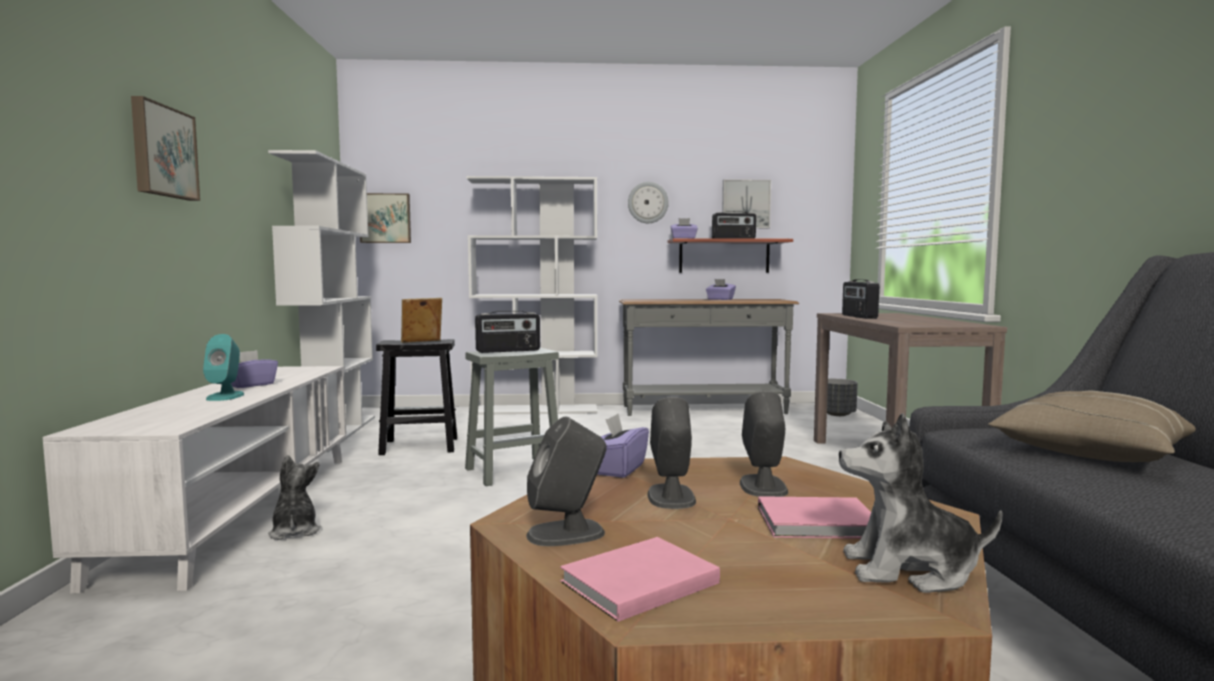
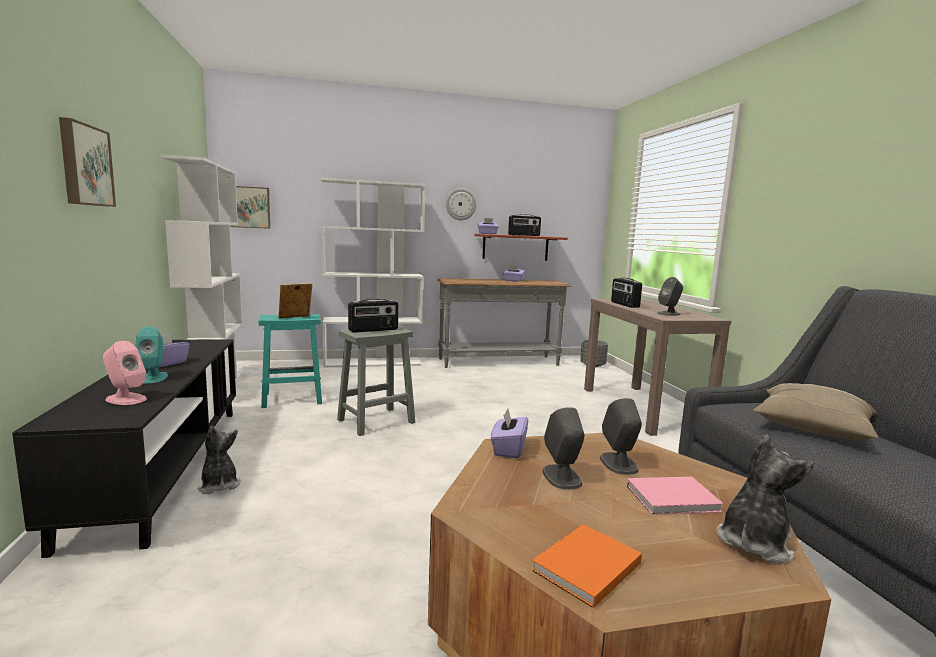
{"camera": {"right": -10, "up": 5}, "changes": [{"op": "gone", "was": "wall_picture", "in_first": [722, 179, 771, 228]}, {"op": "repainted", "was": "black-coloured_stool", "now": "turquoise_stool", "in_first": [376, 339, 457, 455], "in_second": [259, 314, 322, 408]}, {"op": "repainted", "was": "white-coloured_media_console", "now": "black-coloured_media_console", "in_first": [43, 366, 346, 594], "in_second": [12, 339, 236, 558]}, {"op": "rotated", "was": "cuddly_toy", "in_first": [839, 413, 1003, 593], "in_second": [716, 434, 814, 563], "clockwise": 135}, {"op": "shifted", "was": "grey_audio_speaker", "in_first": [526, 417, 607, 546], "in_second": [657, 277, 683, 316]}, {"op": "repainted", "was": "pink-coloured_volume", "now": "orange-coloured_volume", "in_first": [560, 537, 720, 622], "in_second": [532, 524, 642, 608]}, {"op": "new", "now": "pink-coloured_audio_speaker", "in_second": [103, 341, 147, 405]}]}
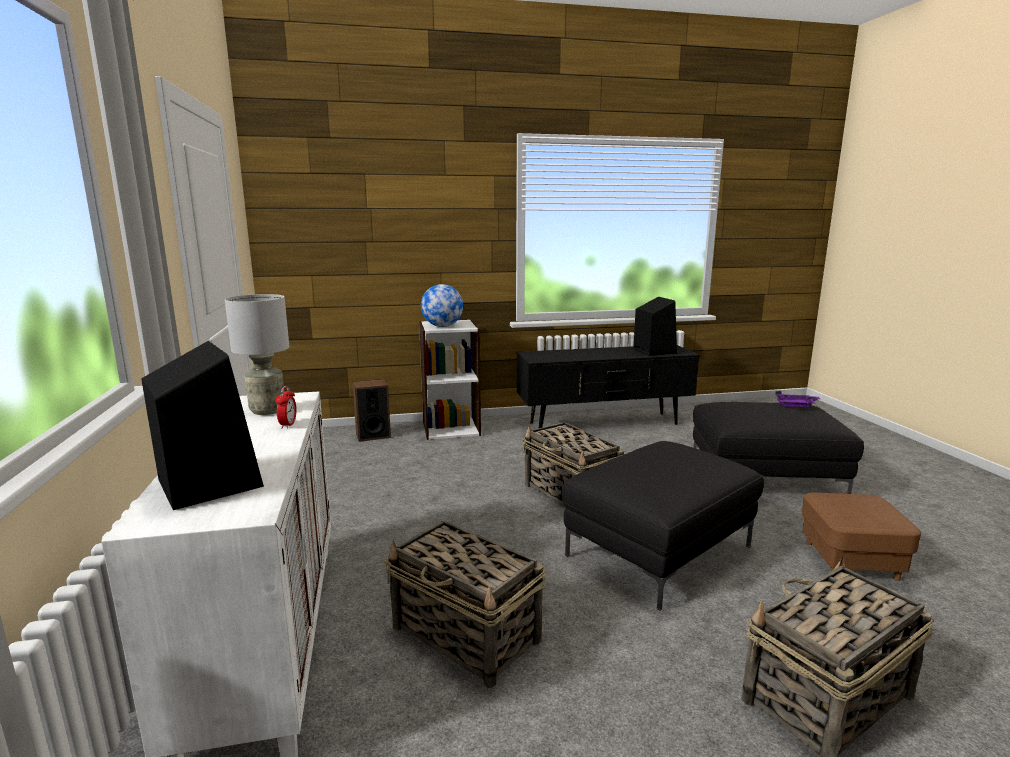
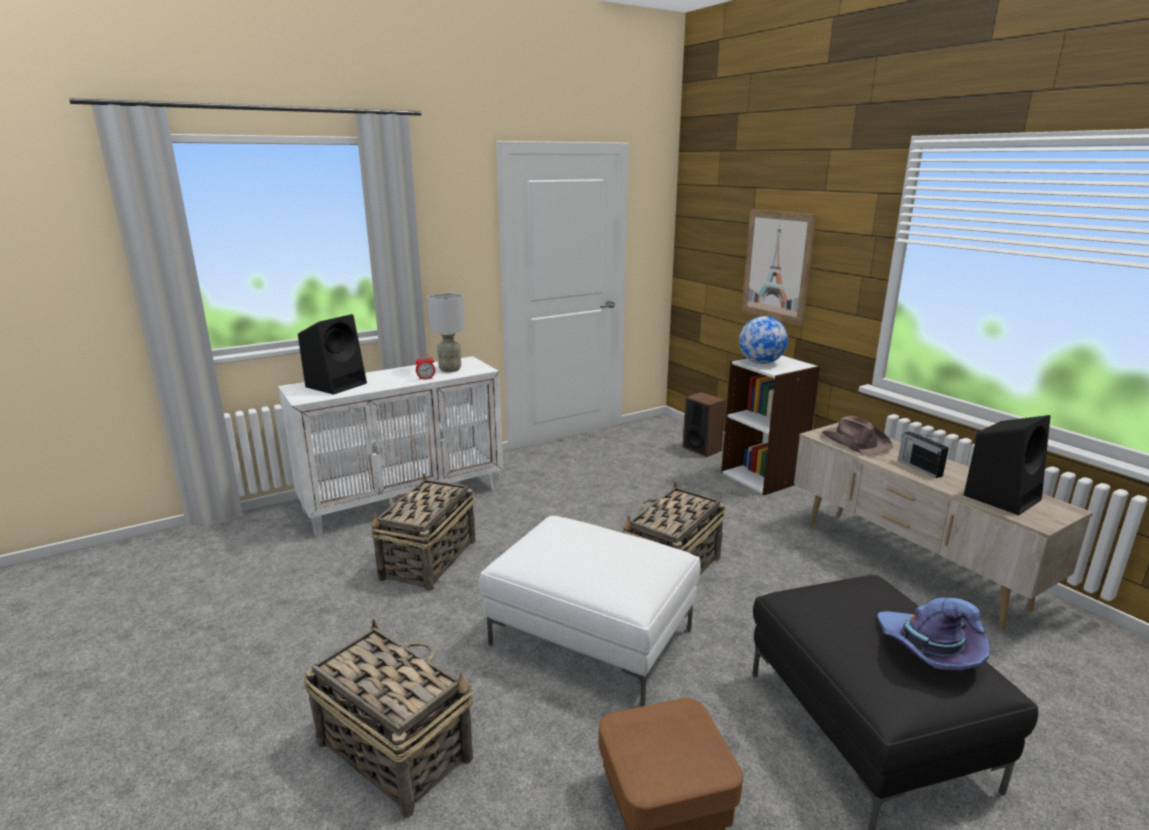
{"camera": {"right": 70, "up": 5}, "changes": [{"op": "repainted", "was": "black-coloured_media_console", "now": "beige-coloured_media_console", "in_first": [516, 345, 700, 428], "in_second": [794, 422, 1093, 629]}, {"op": "swapped", "was": "purplish_serving_tray", "now": "purplish_wearable_hat", "in_first": [775, 391, 821, 408], "in_second": [877, 598, 990, 670]}, {"op": "repainted", "was": "black-coloured_pouffe", "now": "white-coloured_pouffe", "in_first": [561, 441, 764, 611], "in_second": [479, 516, 701, 706]}, {"op": "new", "now": "wall_picture", "in_second": [742, 210, 816, 326]}, {"op": "new", "now": "brownish_wearable_hat", "in_second": [822, 416, 893, 456]}, {"op": "new", "now": "radio_receiver", "in_second": [898, 431, 949, 478]}]}
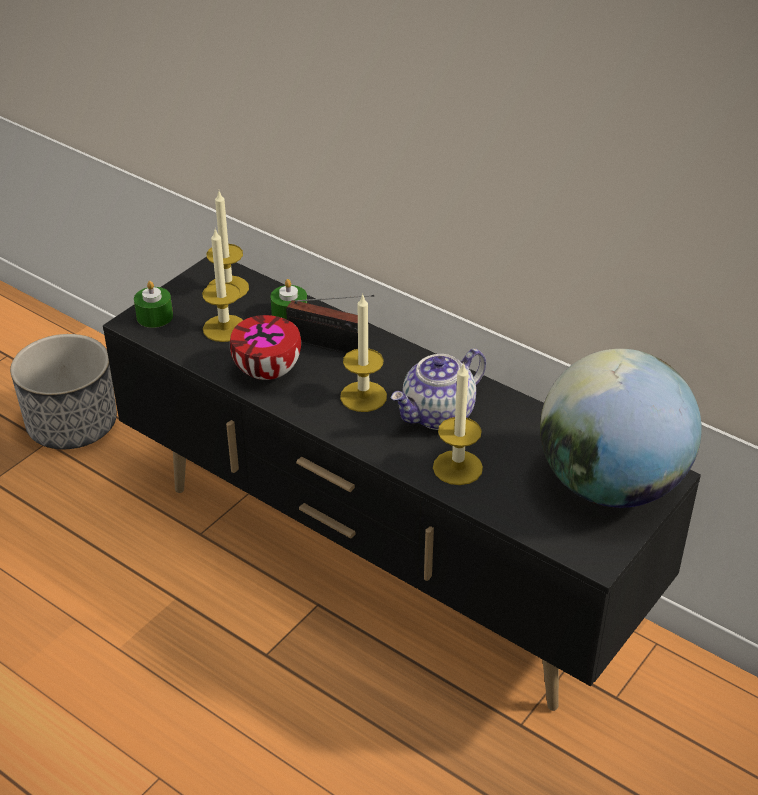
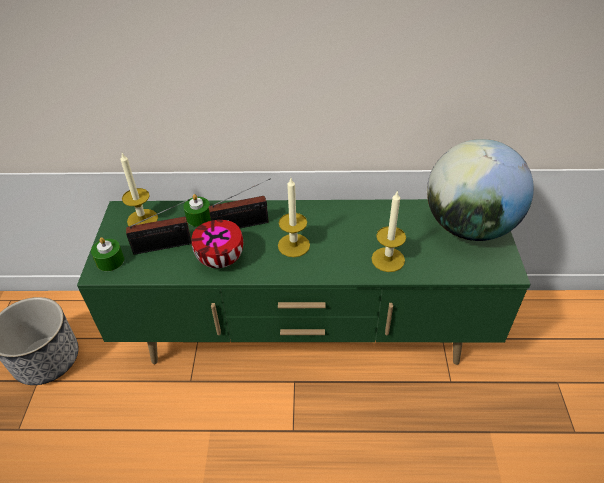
{"camera": {"right": -35, "up": 5}, "changes": [{"op": "swapped", "was": "wax_candle", "now": "radio_receiver", "in_first": [202, 228, 243, 342], "in_second": [126, 199, 191, 255]}, {"op": "repainted", "was": "black-coloured_media_console", "now": "greenish_media_console", "in_first": [103, 257, 701, 711], "in_second": [77, 199, 531, 365]}, {"op": "gone", "was": "teapot", "in_first": [391, 349, 486, 430]}]}
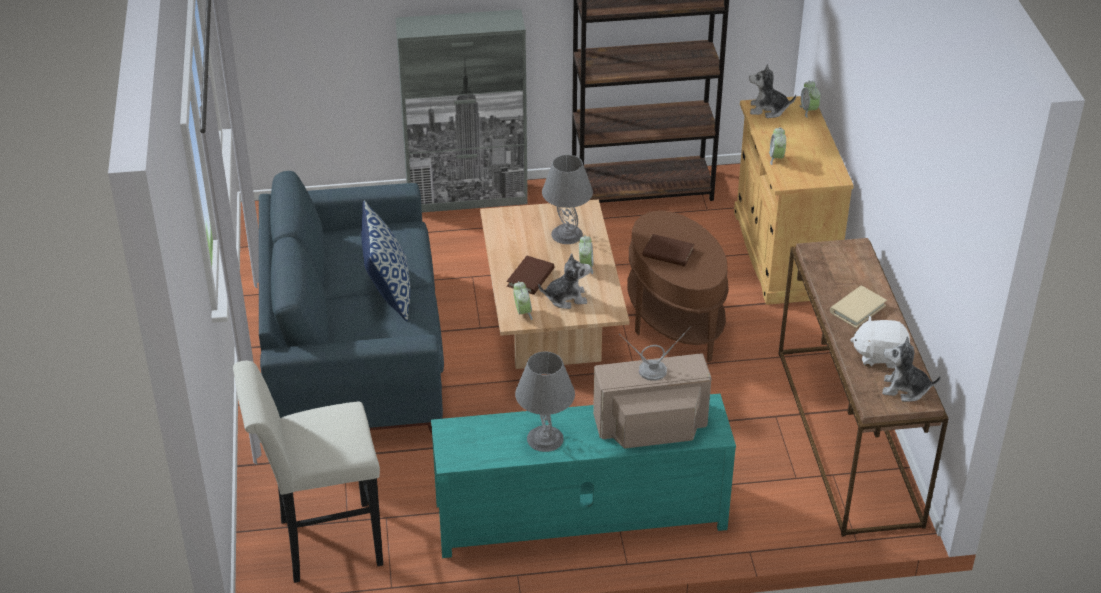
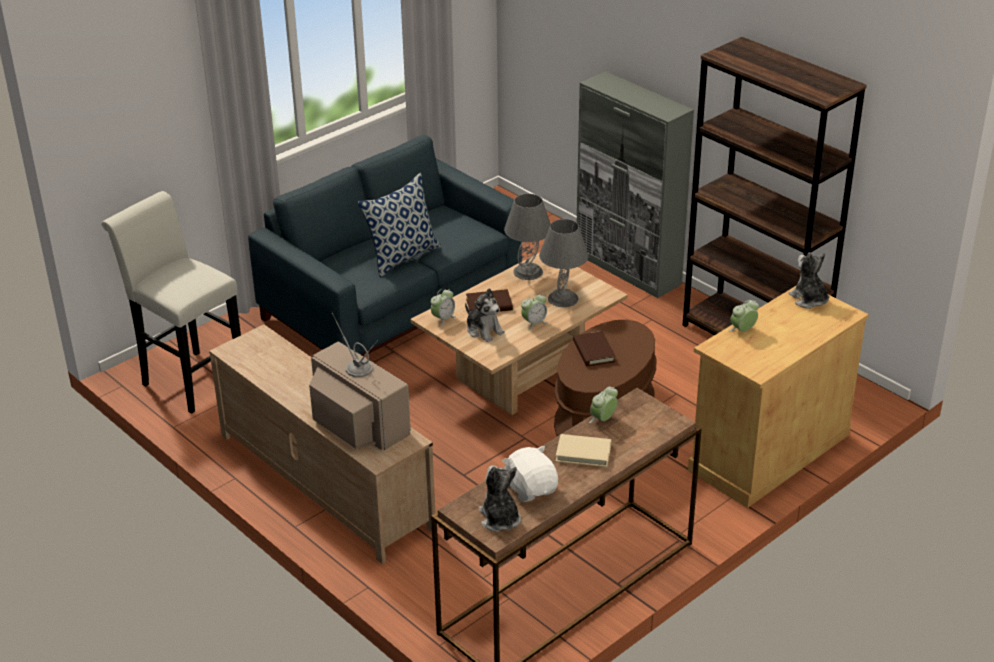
{"camera": {"right": 55, "up": -5}, "changes": [{"op": "shifted", "was": "table_clock", "in_first": [799, 80, 821, 118], "in_second": [589, 387, 618, 423]}, {"op": "shifted", "was": "grey_tabletop_lamp", "in_first": [515, 352, 575, 452], "in_second": [504, 194, 551, 280]}, {"op": "repainted", "was": "turquoise_media_console", "now": "beige-coloured_media_console", "in_first": [431, 394, 736, 558], "in_second": [209, 324, 435, 564]}]}
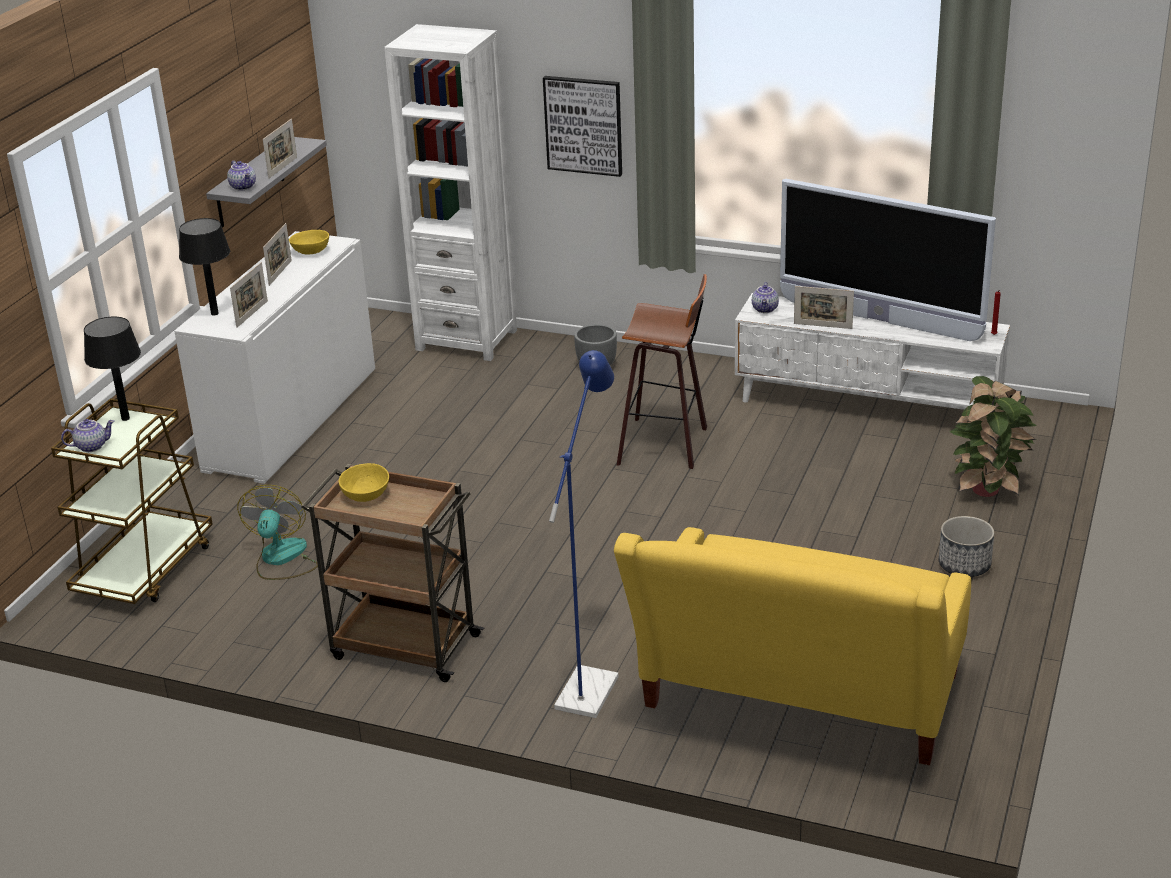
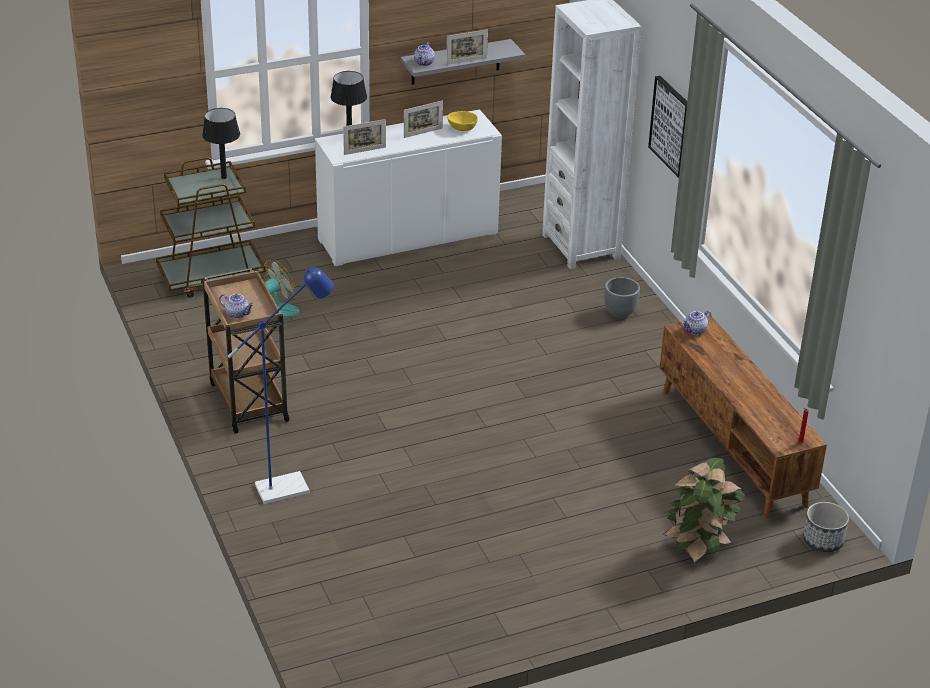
{"camera": {"right": 45, "up": 5}, "changes": [{"op": "gone", "was": "television", "in_first": [780, 179, 996, 341]}, {"op": "gone", "was": "stool", "in_first": [617, 274, 707, 469]}, {"op": "gone", "was": "picture_frame", "in_first": [794, 286, 854, 329]}, {"op": "repainted", "was": "white-coloured_media_console", "now": "brownish_media_console", "in_first": [735, 293, 1010, 410], "in_second": [660, 315, 827, 519]}, {"op": "shifted", "was": "teapot", "in_first": [61, 419, 115, 452], "in_second": [219, 294, 254, 318]}, {"op": "gone", "was": "yellow-coloured_serving_bowl", "in_first": [339, 463, 389, 502]}, {"op": "shifted", "was": "plant_pot", "in_first": [939, 516, 994, 577], "in_second": [803, 502, 849, 552]}, {"op": "gone", "was": "yellow-coloured_couch", "in_first": [614, 527, 971, 765]}]}
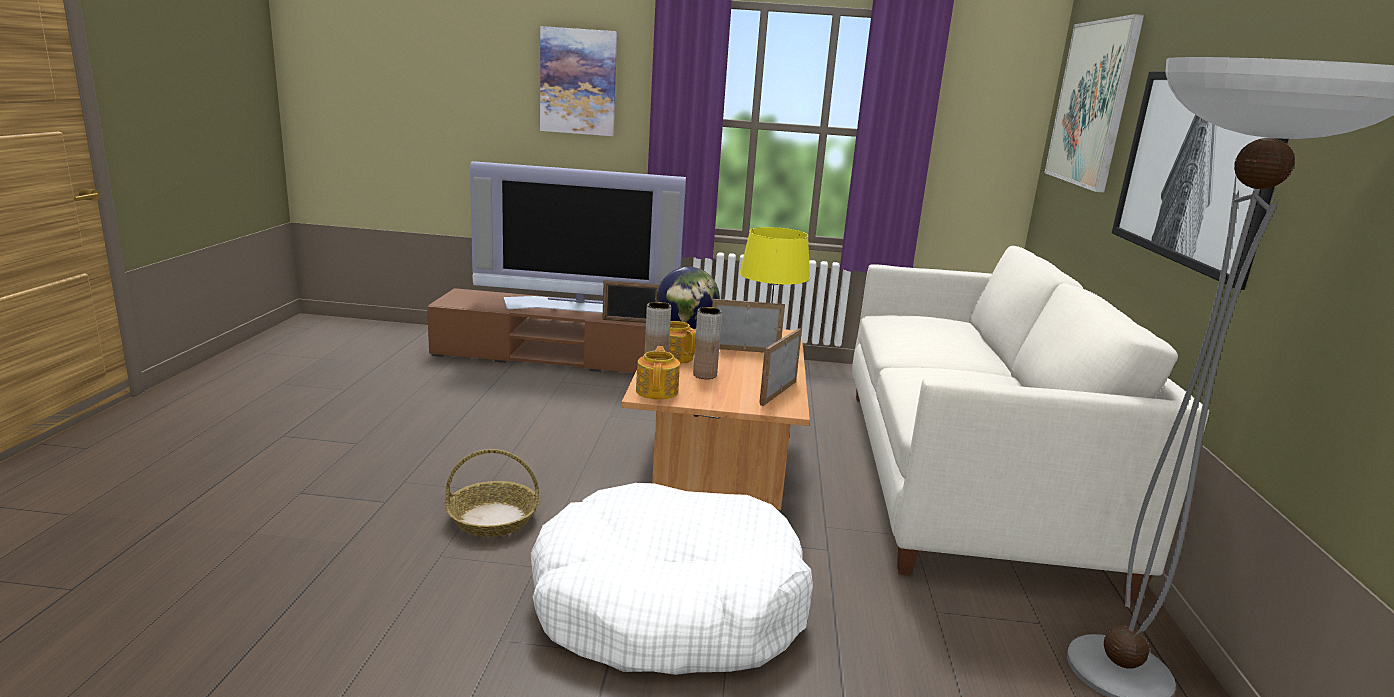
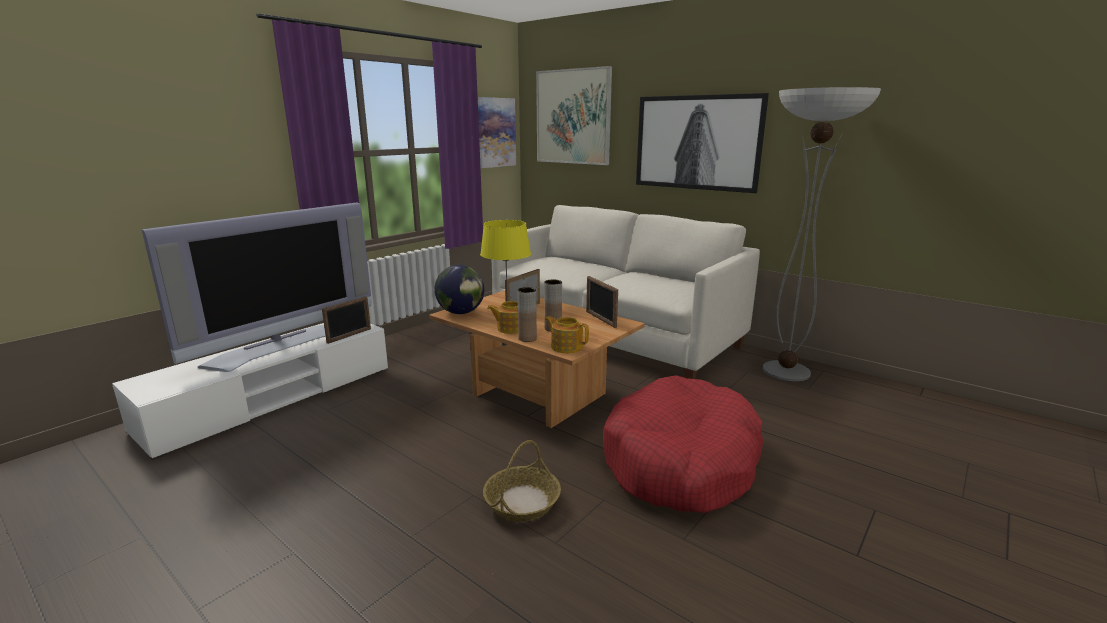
{"camera": {"right": -55, "up": 0}, "changes": [{"op": "shifted", "was": "wall_picture", "in_first": [540, 26, 617, 136], "in_second": [478, 97, 516, 168]}, {"op": "repainted", "was": "brownish_media_console", "now": "white-coloured_media_console", "in_first": [427, 288, 646, 373], "in_second": [112, 323, 388, 460]}, {"op": "repainted", "was": "white-coloured_dog_bed", "now": "reddish_dog_bed", "in_first": [531, 483, 813, 675], "in_second": [603, 375, 763, 513]}]}
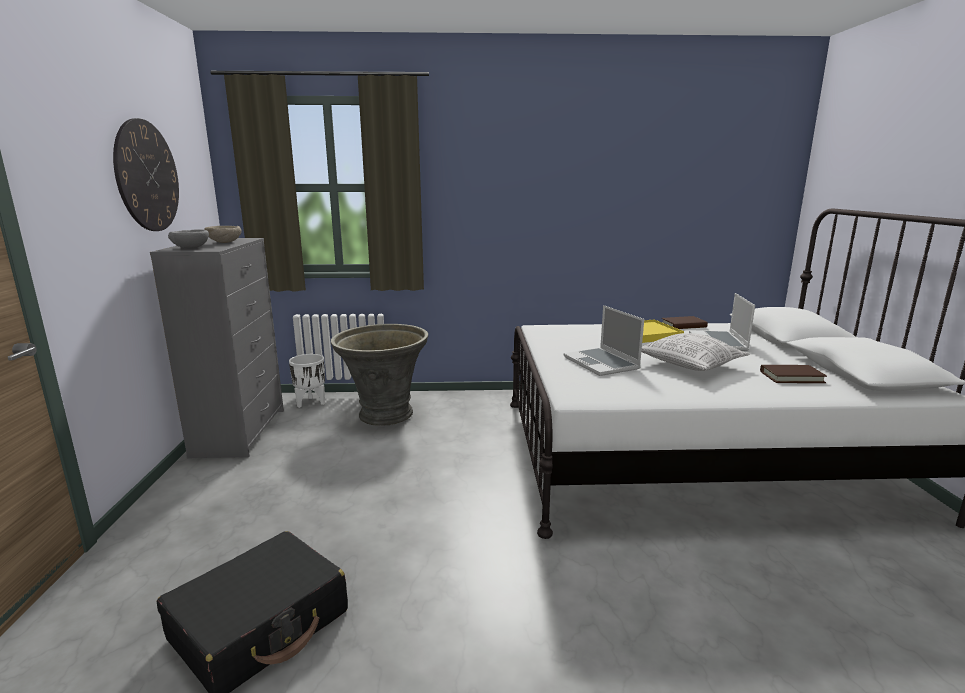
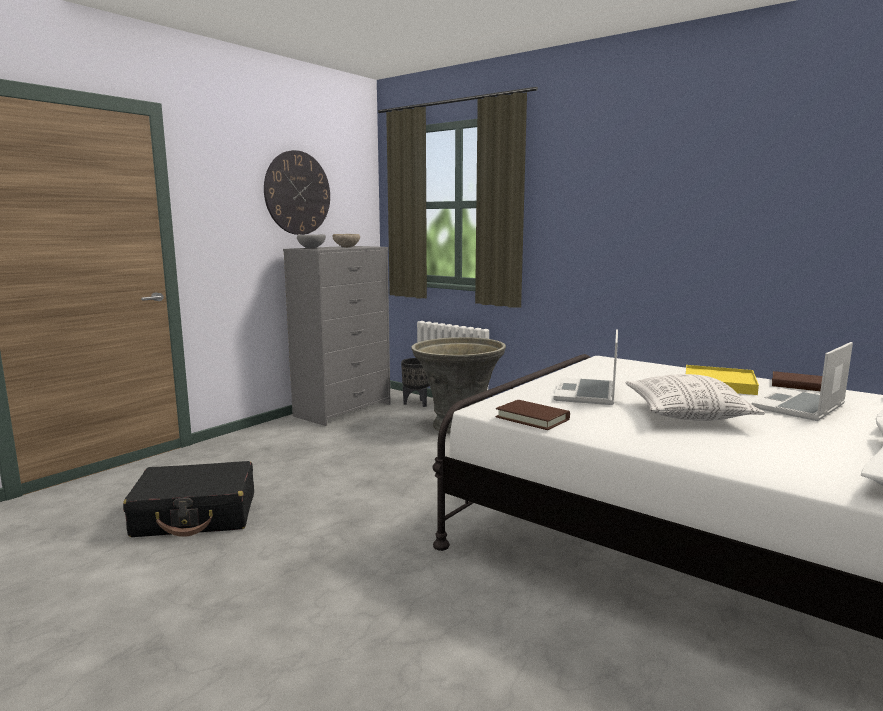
{"camera": {"right": 40, "up": -5}, "changes": [{"op": "repainted", "was": "white-coloured_plant_pot", "now": "black-coloured_plant_pot", "in_first": [289, 354, 325, 408], "in_second": [401, 358, 430, 407]}, {"op": "shifted", "was": "brownish_volume", "in_first": [760, 365, 827, 383], "in_second": [496, 400, 570, 430]}]}
